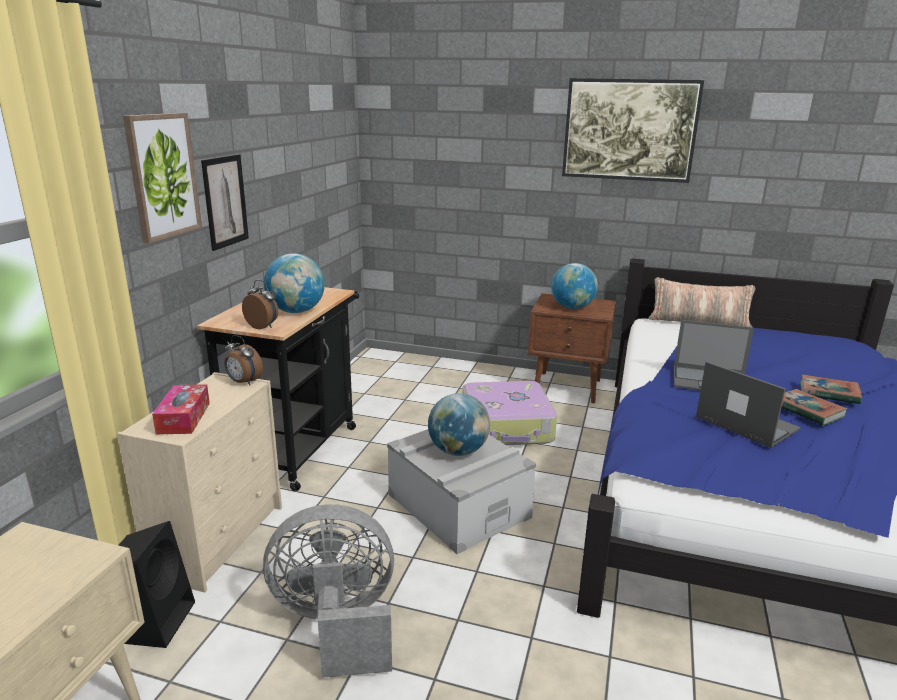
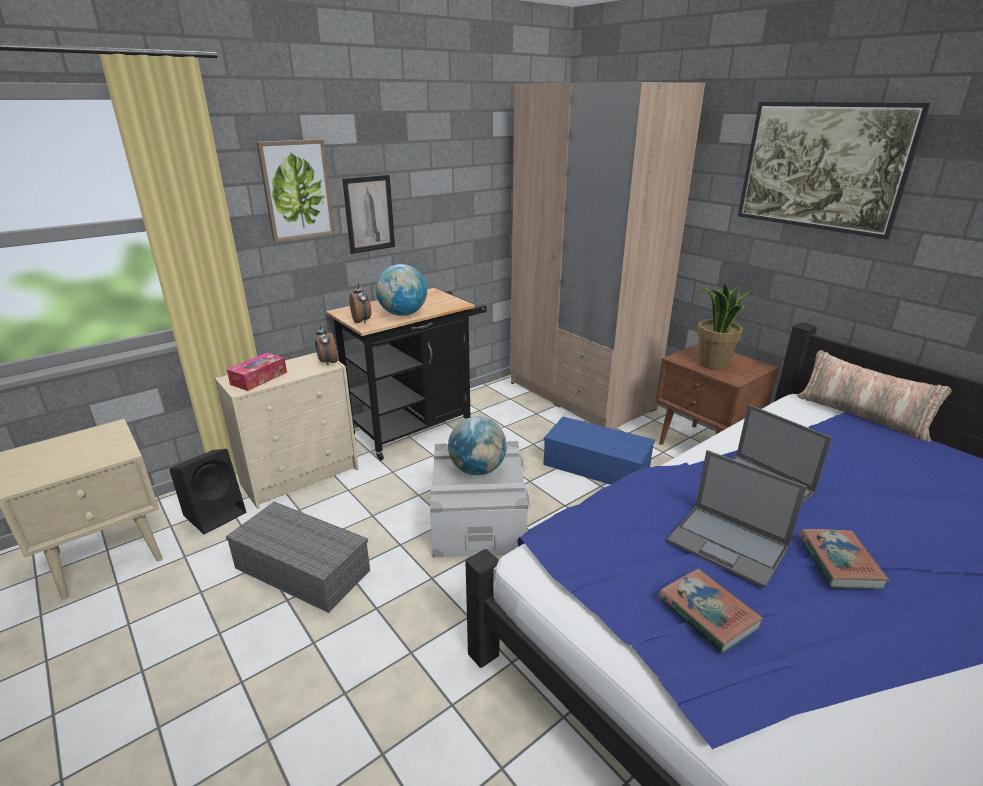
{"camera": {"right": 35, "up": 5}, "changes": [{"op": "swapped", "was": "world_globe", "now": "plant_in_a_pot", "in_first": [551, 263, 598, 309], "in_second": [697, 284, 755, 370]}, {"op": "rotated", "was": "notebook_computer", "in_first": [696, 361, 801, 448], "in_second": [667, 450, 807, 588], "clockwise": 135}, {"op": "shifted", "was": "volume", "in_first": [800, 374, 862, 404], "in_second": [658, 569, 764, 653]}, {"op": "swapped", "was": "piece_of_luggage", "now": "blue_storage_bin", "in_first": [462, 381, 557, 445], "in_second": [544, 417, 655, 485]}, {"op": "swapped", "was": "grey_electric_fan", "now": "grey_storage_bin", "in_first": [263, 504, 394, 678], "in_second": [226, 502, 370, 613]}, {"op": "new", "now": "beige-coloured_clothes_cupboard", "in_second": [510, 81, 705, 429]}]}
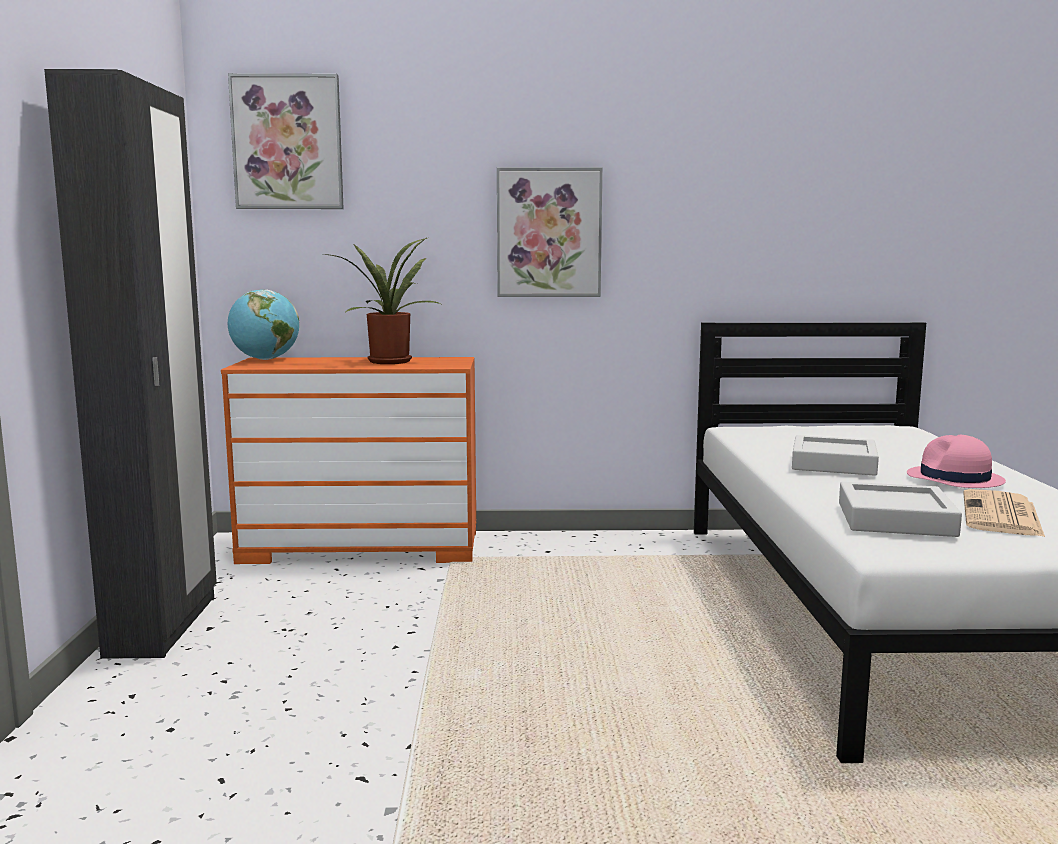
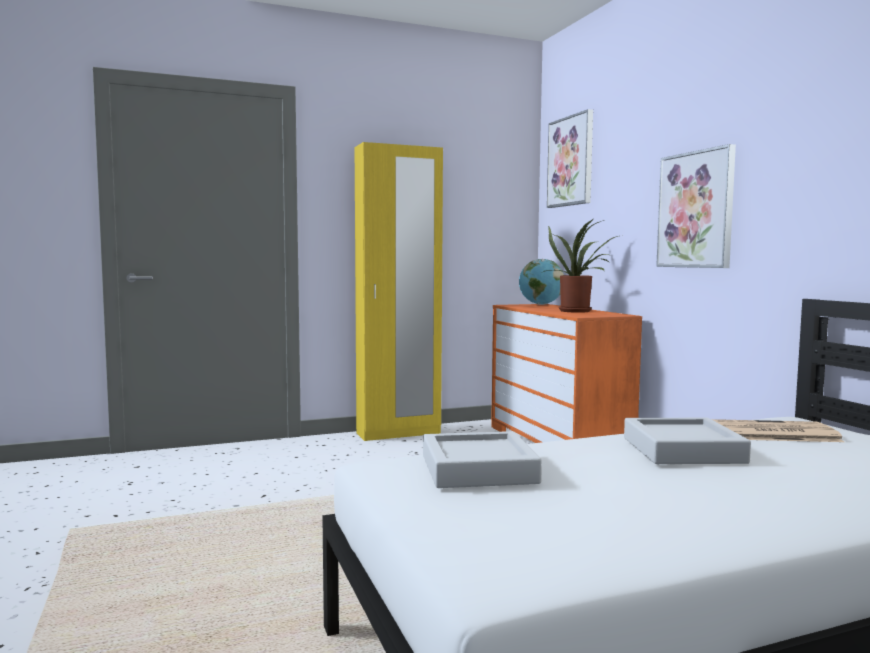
{"camera": {"right": 70, "up": -5}, "changes": [{"op": "repainted", "was": "black-coloured_clothes_cupboard", "now": "yellow-coloured_clothes_cupboard", "in_first": [44, 69, 217, 659], "in_second": [355, 142, 443, 441]}, {"op": "gone", "was": "pink-coloured_wearable_hat", "in_first": [907, 434, 1006, 488]}, {"op": "shifted", "was": "daily_paper", "in_first": [963, 489, 1045, 537], "in_second": [711, 419, 844, 442]}]}
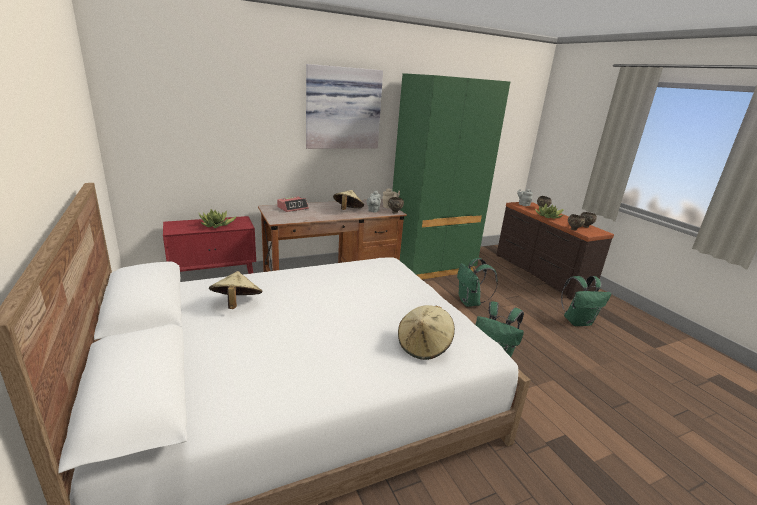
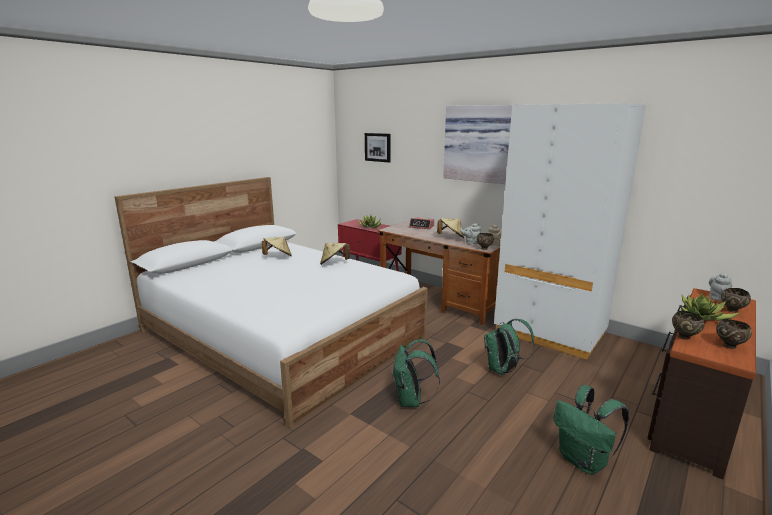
{"camera": {"right": 65, "up": -5}, "changes": [{"op": "repainted", "was": "greenish_clothes_cupboard", "now": "white-coloured_clothes_cupboard", "in_first": [392, 73, 510, 279], "in_second": [494, 103, 646, 360]}, {"op": "shifted", "was": "beige-coloured_wearable_hat", "in_first": [398, 305, 455, 360], "in_second": [320, 243, 350, 265]}, {"op": "new", "now": "wall_picture", "in_second": [365, 133, 390, 163]}]}
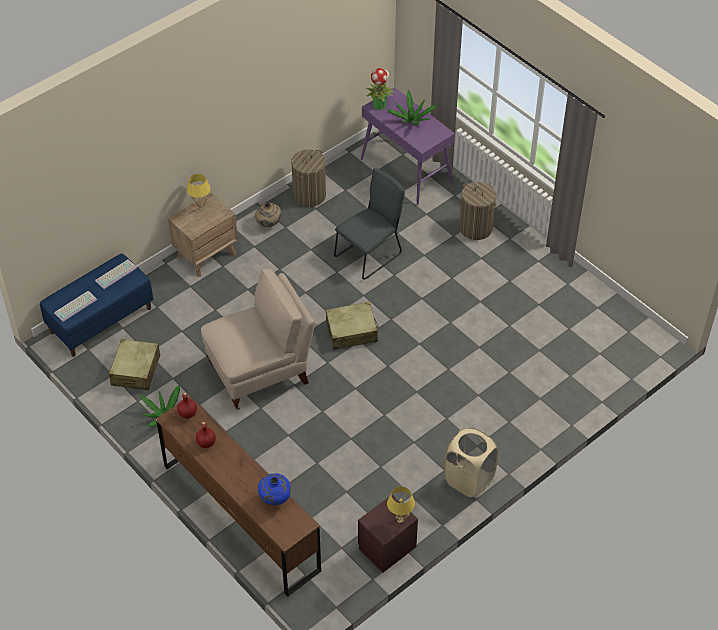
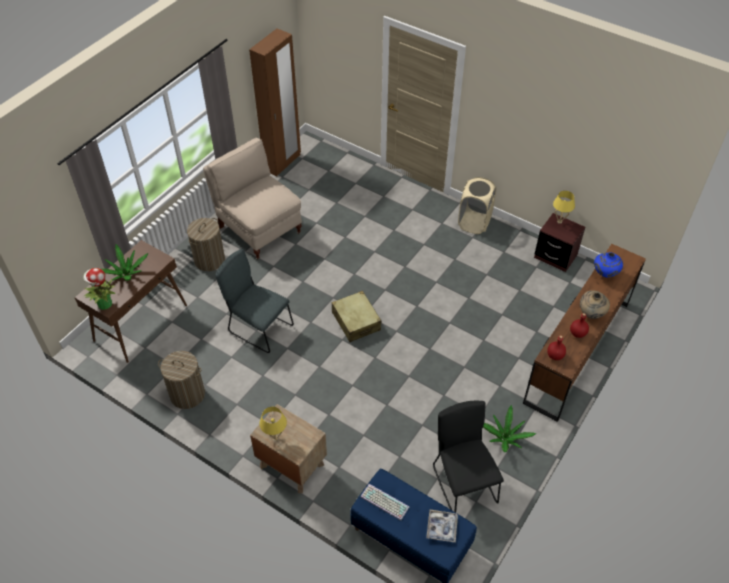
{"camera": {"right": -105, "up": 0}, "changes": [{"op": "repainted", "was": "purplish_narrow_table", "now": "brownish_narrow_table", "in_first": [361, 87, 455, 205], "in_second": [75, 240, 187, 363]}, {"op": "shifted", "was": "beige-coloured_decorative_vase", "in_first": [255, 203, 281, 227], "in_second": [580, 290, 610, 319]}, {"op": "shifted", "was": "beige-coloured_upright_chair", "in_first": [201, 269, 315, 409], "in_second": [203, 138, 302, 260]}, {"op": "swapped", "was": "PC_keyboard", "now": "serving_tray", "in_first": [54, 291, 97, 322], "in_second": [426, 510, 458, 543]}, {"op": "swapped", "was": "beige-coloured_piece_of_luggage", "now": "black-coloured_upright_chair", "in_first": [109, 339, 160, 390], "in_second": [433, 401, 504, 513]}, {"op": "new", "now": "brownish_clothes_cupboard", "in_second": [249, 28, 301, 177]}]}
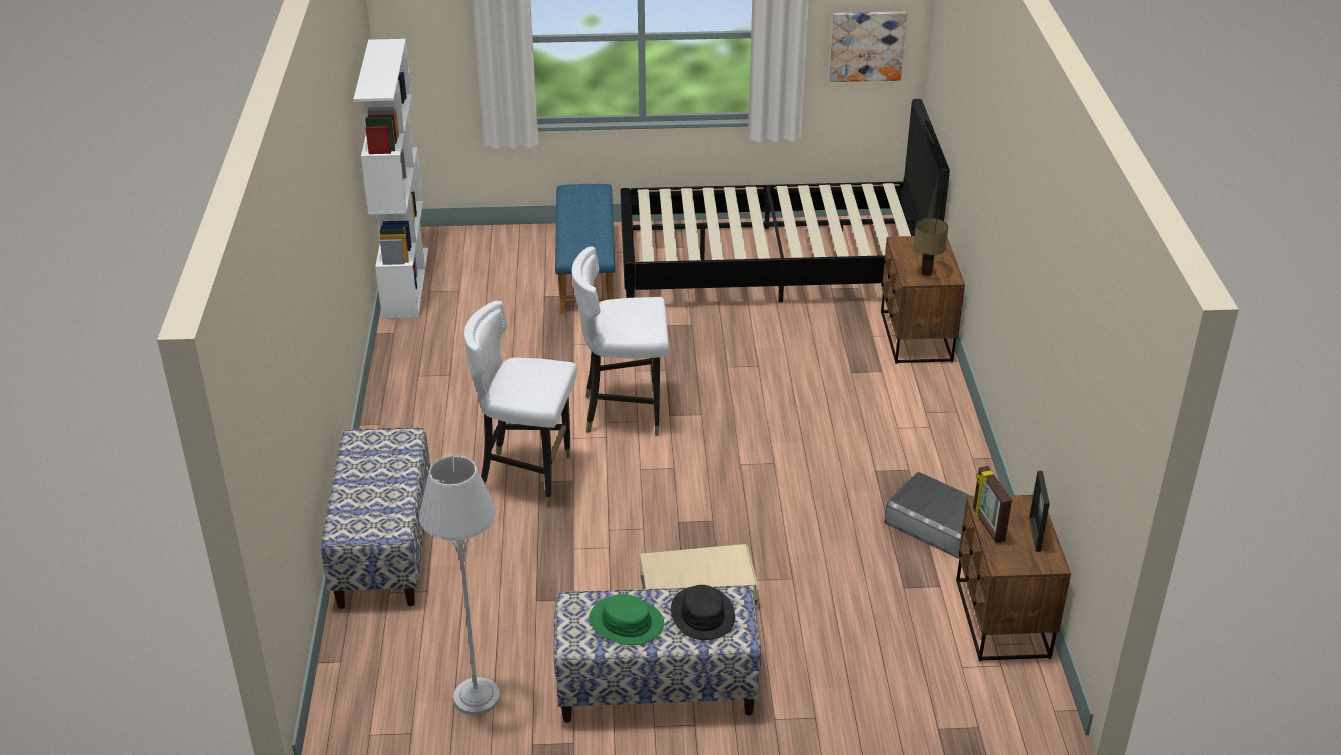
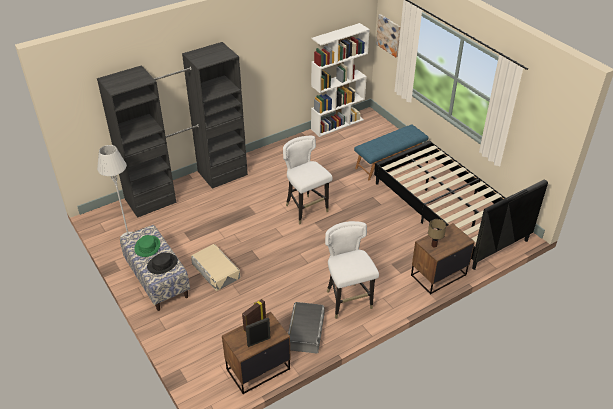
{"camera": {"right": 60, "up": 5}, "changes": [{"op": "shifted", "was": "wall_picture", "in_first": [829, 12, 907, 82], "in_second": [376, 14, 401, 57]}, {"op": "shifted", "was": "white-coloured_upright_chair", "in_first": [464, 301, 577, 507], "in_second": [325, 221, 379, 319]}, {"op": "swapped", "was": "bench", "now": "black-coloured_clothes_cupboard", "in_first": [321, 427, 430, 609], "in_second": [97, 42, 248, 218]}]}
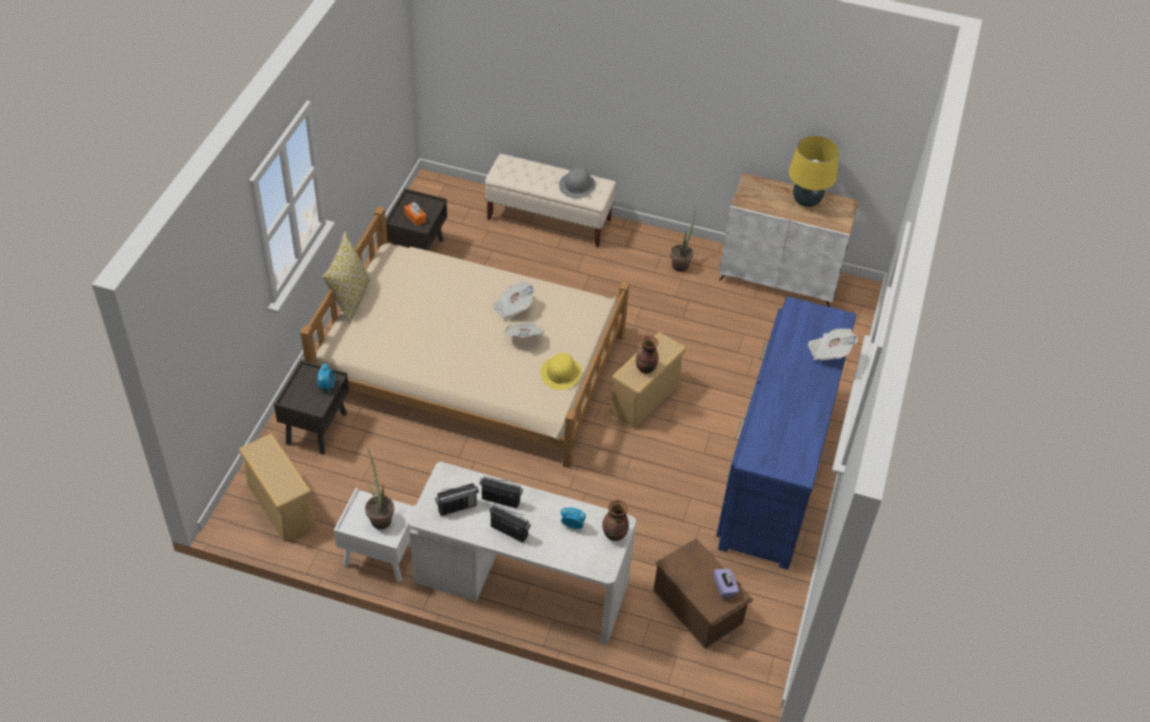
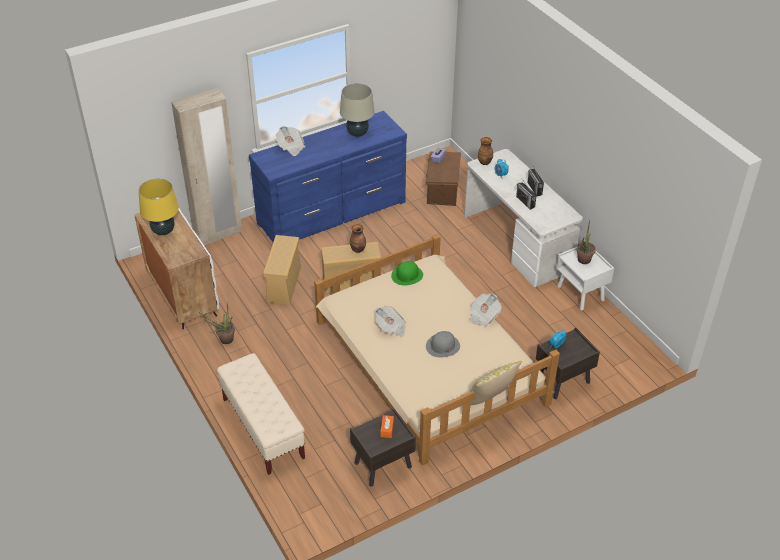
{"camera": {"right": -135, "up": -5}, "changes": [{"op": "shifted", "was": "grey_wearable_hat", "in_first": [559, 167, 596, 199], "in_second": [426, 331, 460, 357]}, {"op": "shifted", "was": "daily_paper", "in_first": [504, 322, 544, 338], "in_second": [469, 294, 502, 327]}, {"op": "repainted", "was": "yellow-coloured_wearable_hat", "now": "greenish_wearable_hat", "in_first": [540, 353, 582, 390], "in_second": [391, 261, 423, 286]}, {"op": "shifted", "was": "beige-coloured_storage_bin", "in_first": [239, 434, 316, 541], "in_second": [263, 235, 301, 305]}, {"op": "gone", "was": "radio_receiver", "in_first": [435, 483, 479, 516]}, {"op": "new", "now": "beige-coloured_tabletop_lamp", "in_second": [340, 83, 375, 137]}, {"op": "new", "now": "beige-coloured_clothes_cupboard", "in_second": [171, 88, 242, 245]}]}
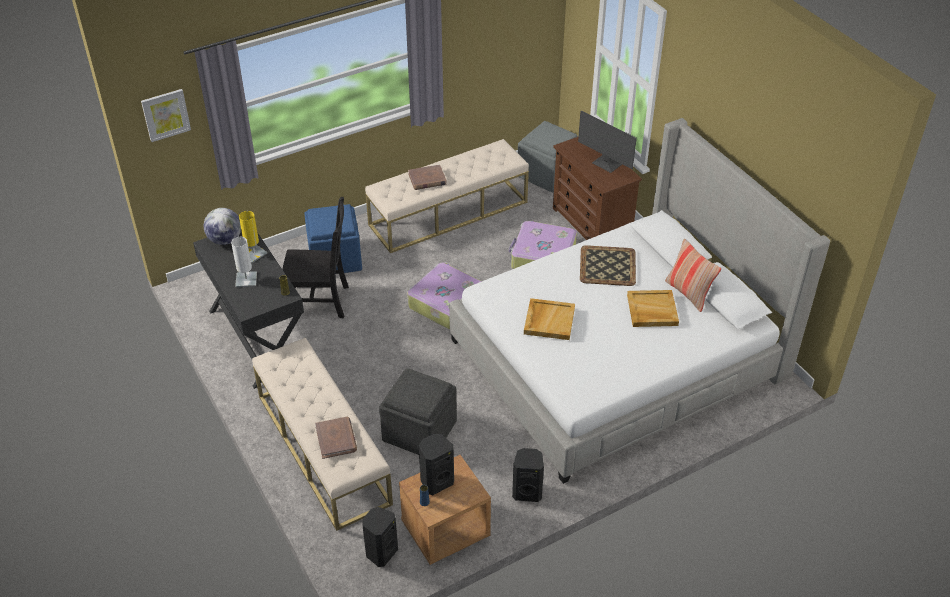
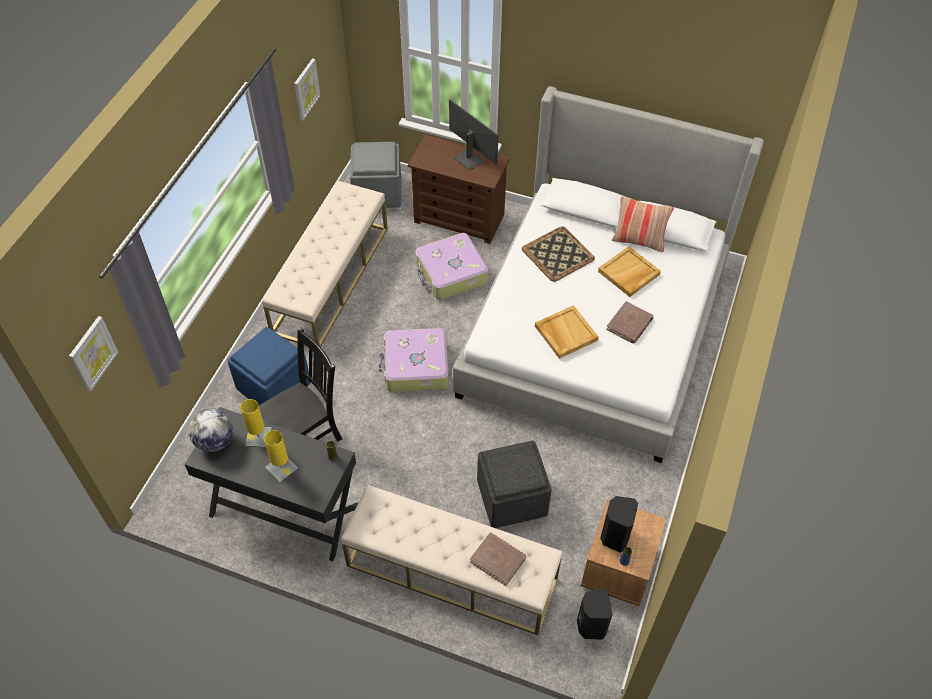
{"camera": {"right": -40, "up": 10}, "changes": [{"op": "rotated", "was": "monitor", "in_first": [578, 111, 637, 173], "in_second": [449, 99, 499, 170], "clockwise": -135}, {"op": "shifted", "was": "brownish_volume", "in_first": [408, 164, 447, 190], "in_second": [606, 301, 654, 343]}, {"op": "repainted", "was": "white-coloured_tabletop_lamp", "now": "yellow-coloured_tabletop_lamp", "in_first": [231, 237, 257, 287], "in_second": [264, 430, 298, 482]}, {"op": "gone", "was": "black-coloured_audio_speaker", "in_first": [512, 448, 544, 502]}, {"op": "new", "now": "wall_picture", "in_second": [294, 58, 320, 121]}]}
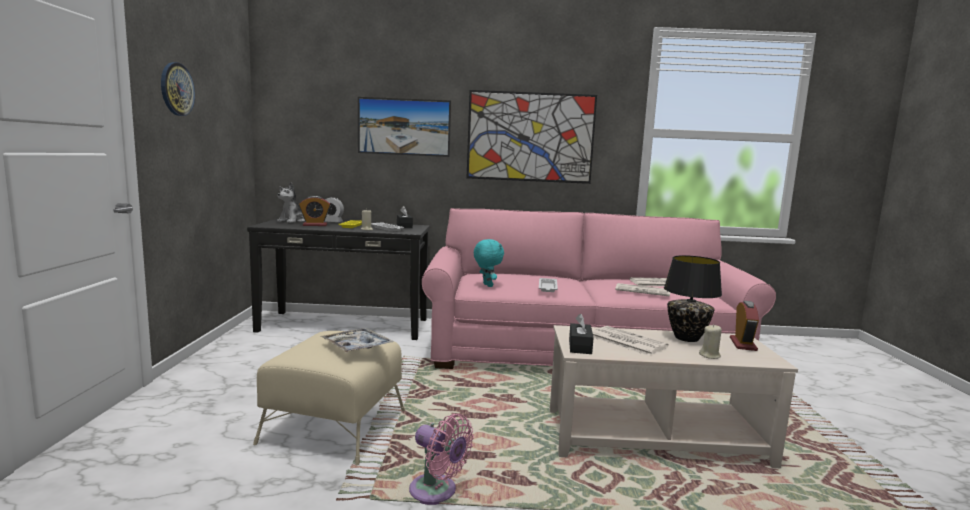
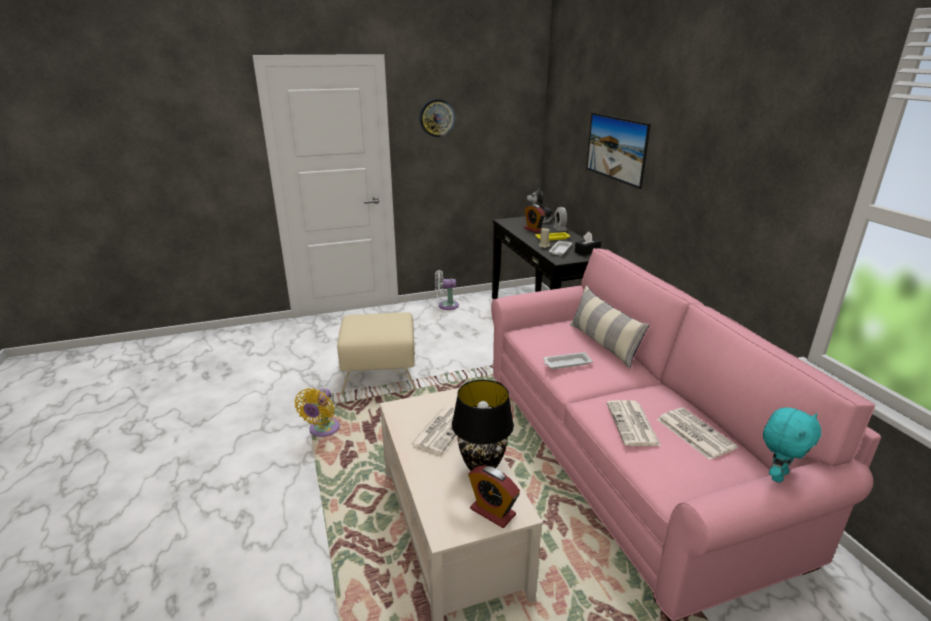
{"camera": {"right": 70, "up": 15}, "changes": [{"op": "gone", "was": "wall_picture", "in_first": [467, 90, 597, 184]}, {"op": "shifted", "was": "turquoise_cuddly_toy", "in_first": [474, 239, 504, 287], "in_second": [763, 407, 821, 483]}, {"op": "rotated", "was": "table_clock", "in_first": [730, 301, 759, 351], "in_second": [468, 465, 520, 528], "clockwise": 45}, {"op": "gone", "was": "black-coloured_tissue_holder", "in_first": [569, 314, 594, 354]}, {"op": "gone", "was": "beige-coloured_wax_candle", "in_first": [699, 325, 722, 359]}, {"op": "gone", "was": "serving_tray", "in_first": [321, 328, 394, 353]}, {"op": "repainted", "was": "pink-coloured_electric_fan", "now": "yellow-coloured_electric_fan", "in_first": [409, 414, 474, 505], "in_second": [295, 388, 340, 437]}, {"op": "new", "now": "white-coloured_electric_fan", "in_second": [435, 270, 459, 310]}, {"op": "new", "now": "throw_pillow", "in_second": [570, 285, 650, 368]}]}
